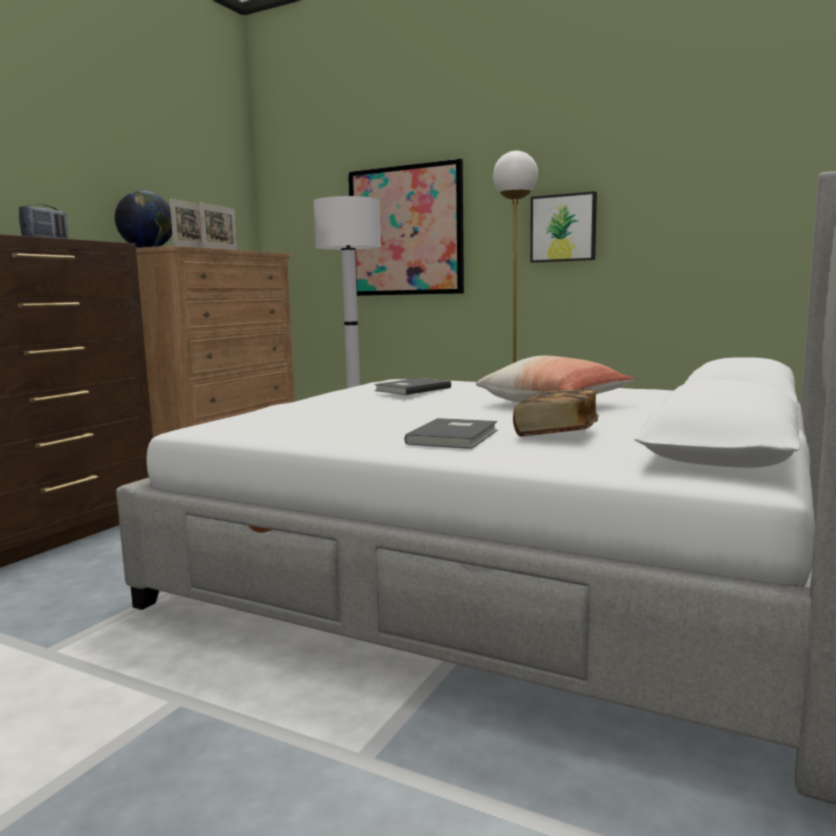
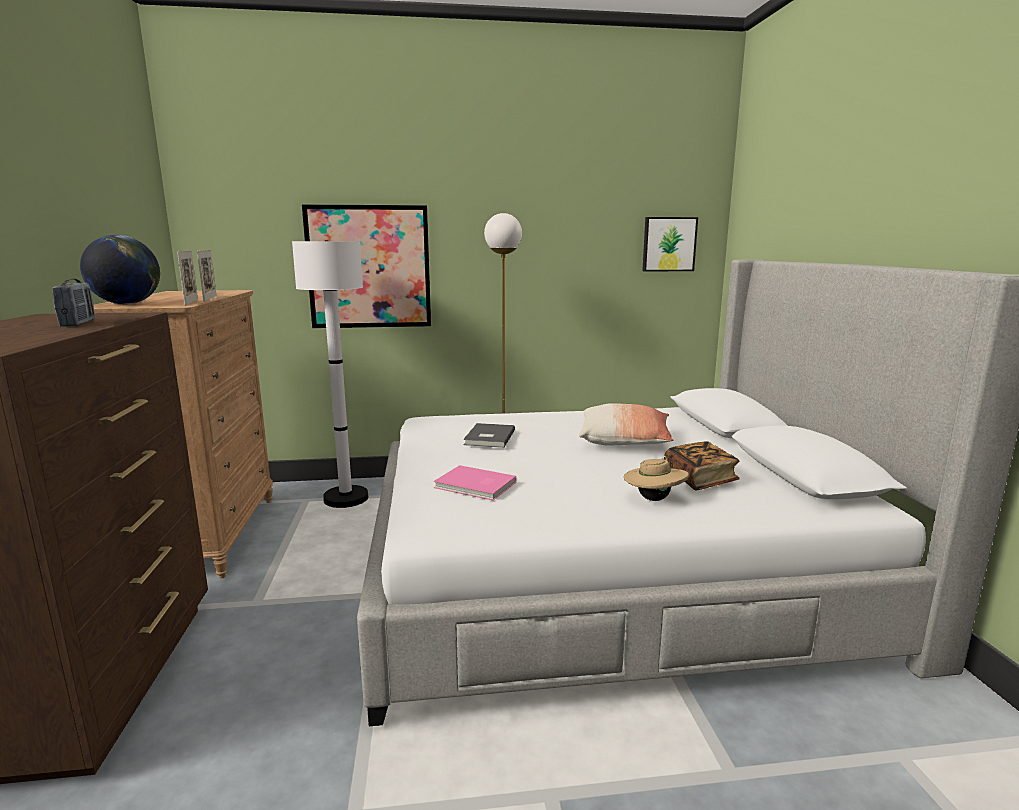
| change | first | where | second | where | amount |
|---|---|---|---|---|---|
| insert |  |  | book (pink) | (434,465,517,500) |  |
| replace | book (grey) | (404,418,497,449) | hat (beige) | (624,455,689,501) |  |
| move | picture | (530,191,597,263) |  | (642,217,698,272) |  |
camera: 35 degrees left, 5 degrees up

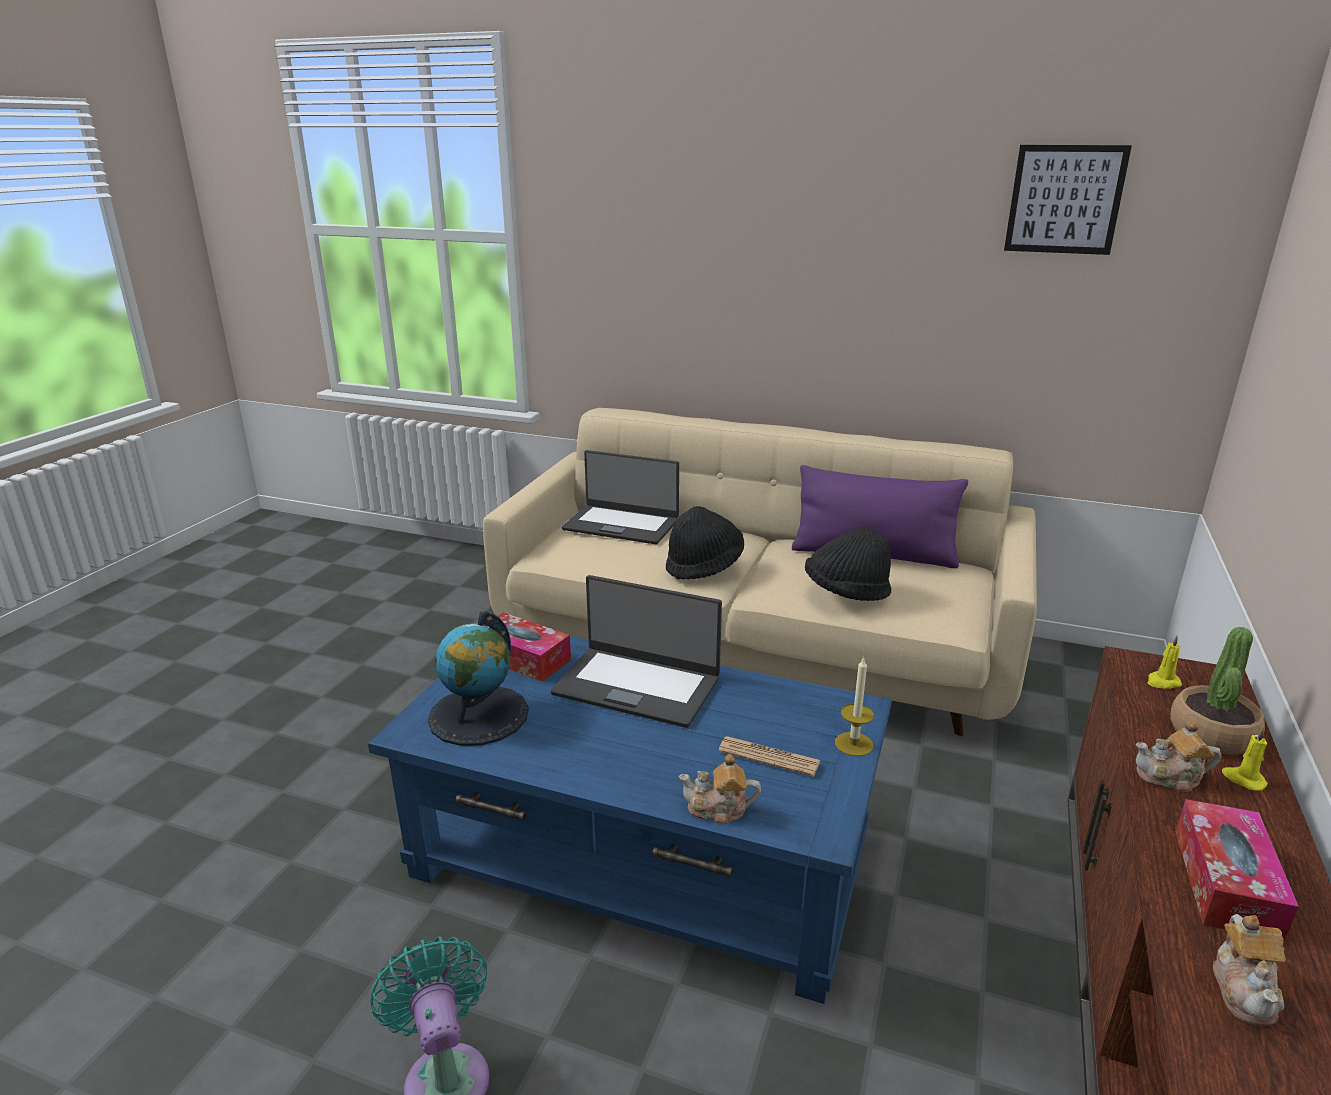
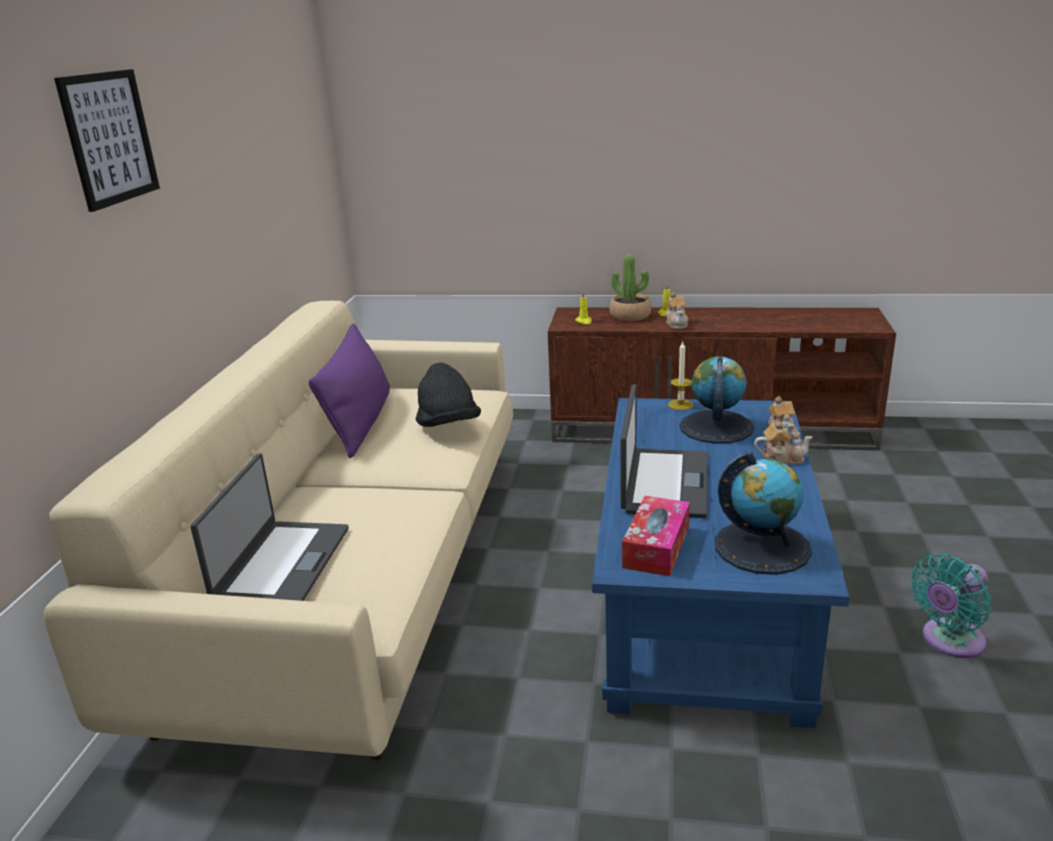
| change | first | where | second | where | amount |
|---|---|---|---|---|---|
| move | picture | (1004,145,1132,255) |  | (54,69,160,212) |  |
| replace | newspaper | (718,736,821,777) | globe | (679,356,754,444) |  |
| move | teapot | (1213,914,1286,1026) |  | (754,421,813,465) |  |
| delete | hat (black) | (666,506,744,579) |  |  |  |
| delete | tissue box | (1176,799,1299,942) |  |  |  |
camera: 100 degrees left, 0 degrees up

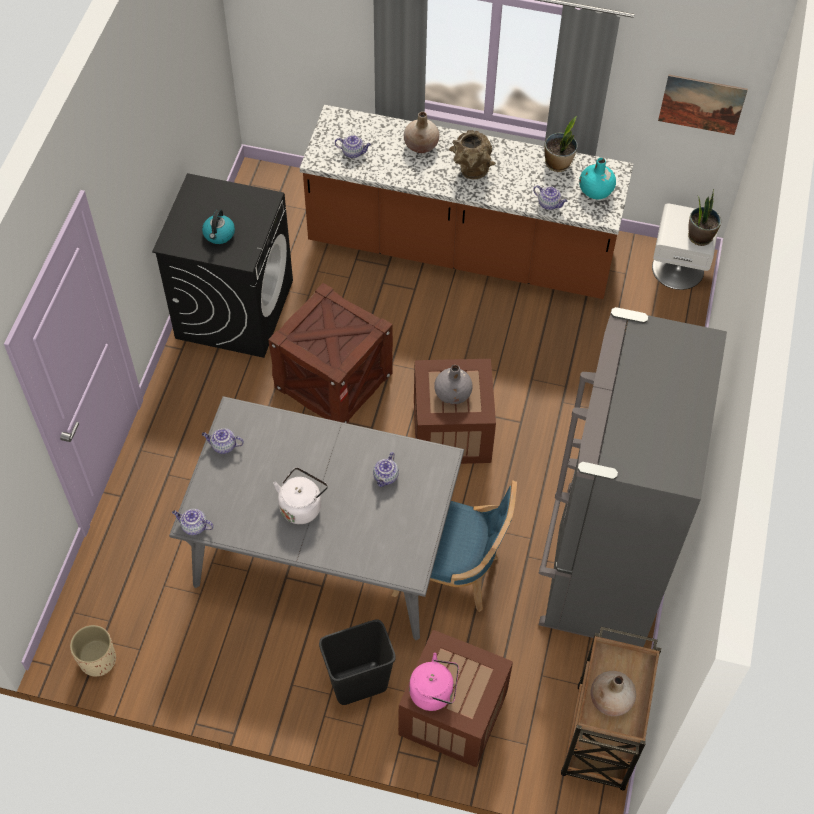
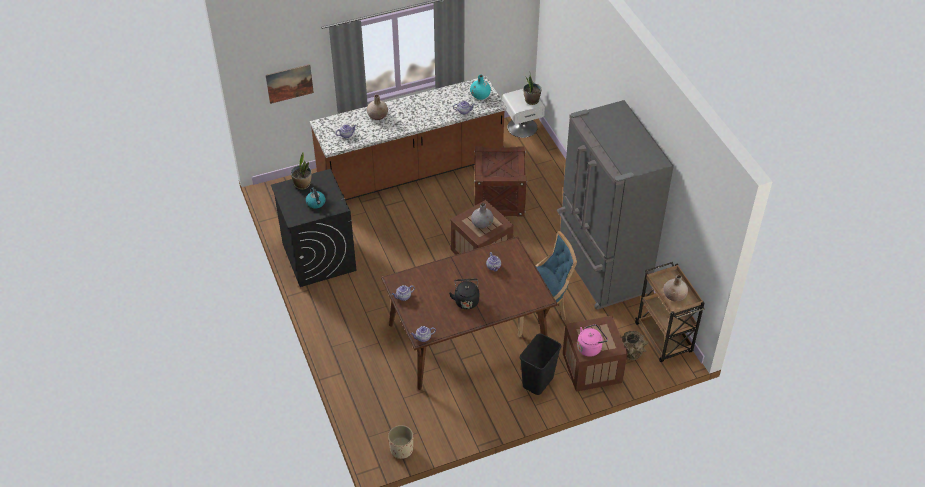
| change | first | where | second | where | amount |
|---|---|---|---|---|---|
| move | picture | (658,75,748,135) |  | (266,64,314,104) |  |
| move | potted plant | (544,116,577,172) |  | (291,152,312,190) |  |
| recolor | dining table (grey) | (169,396,464,640) | dining table (brown) | (381,237,557,390) |  |
| recolor | kettle (white) | (273,467,328,524) | kettle (black) | (449,279,479,309) |  |
| move | crate | (268,283,393,424) |  | (474,146,527,217) |  |
| move | vase (brown) | (449,130,496,179) |  | (622,331,648,360) |  |
camera: 35 degrees left, 10 degrees down

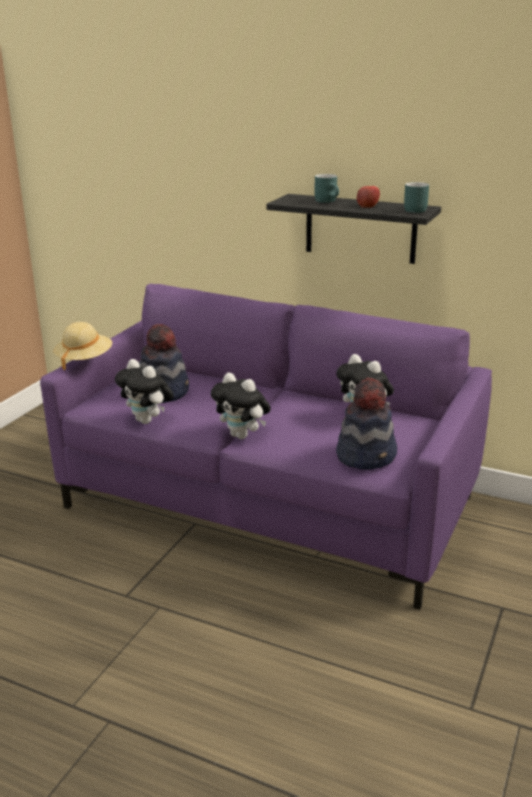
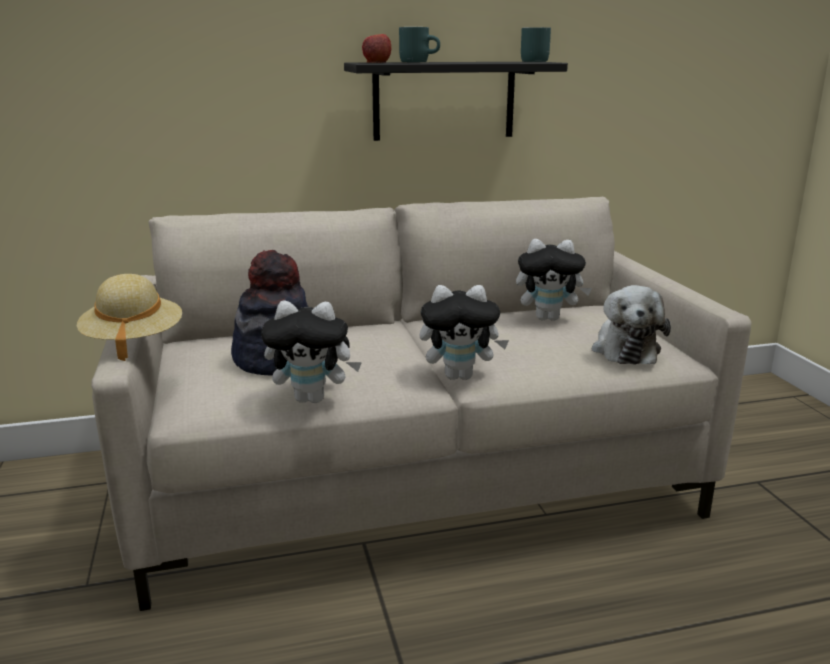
| change | first | where | second | where | amount |
|---|---|---|---|---|---|
| recolor | sofa (purple) | (40,284,492,610) | sofa (beige) | (91,197,752,611) |  |
| move | apple | (357,186,380,208) |  | (362,34,391,63) |  |
| replace | hat | (336,378,397,470) | plush toy | (592,285,671,365) |  |
camera: 40 degrees left, 5 degrees down

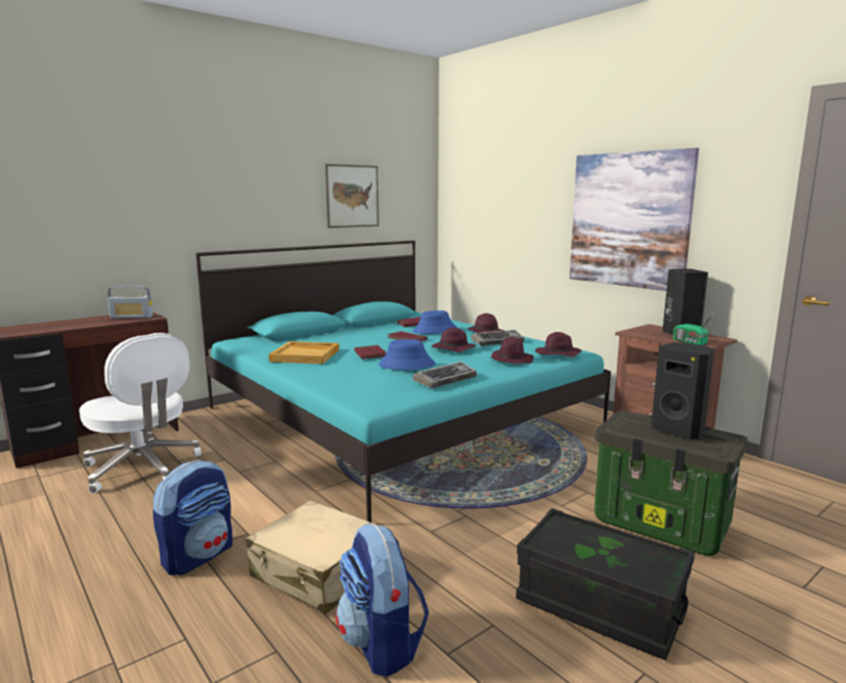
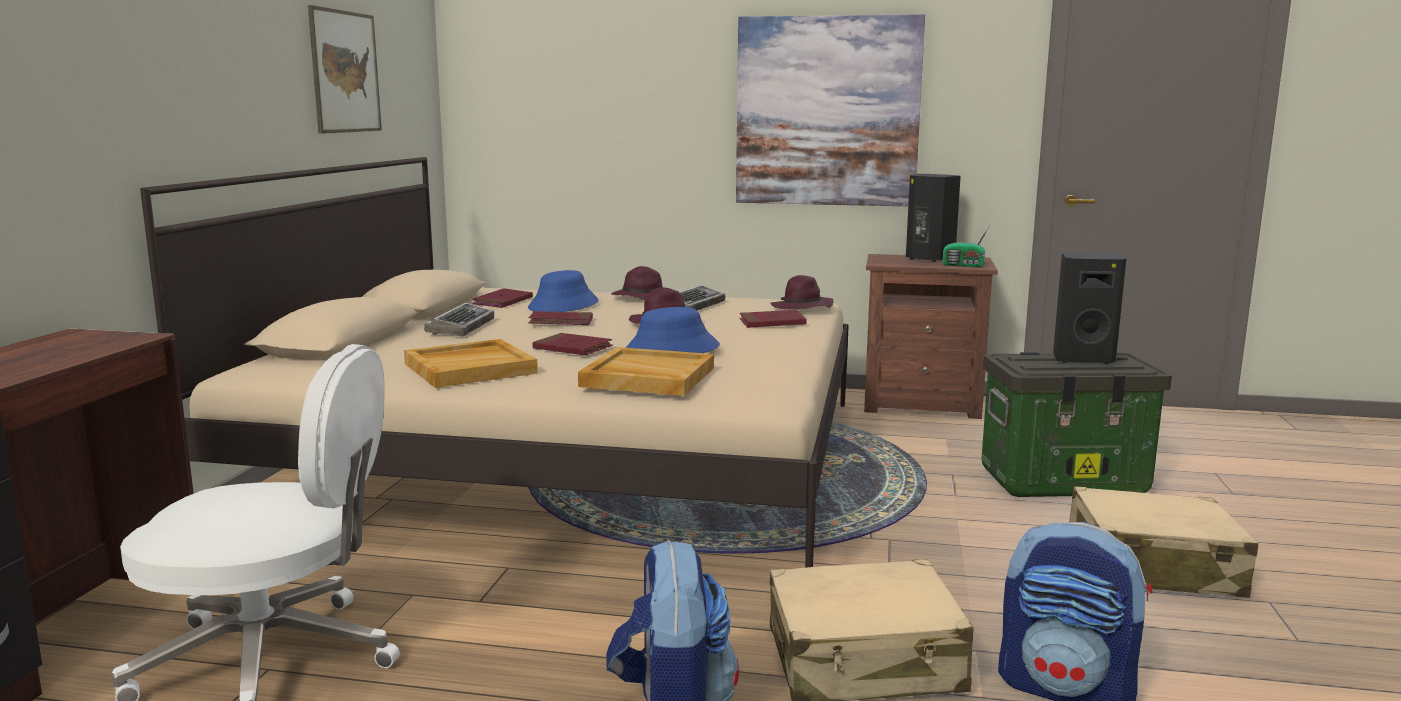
| change | first | where | second | where | amount |
|---|---|---|---|---|---|
| recolor | bed (turquoise) | (196,240,611,523) | bed (beige) | (140,157,849,568) |  |
| move | keyboard | (413,361,477,389) |  | (424,303,494,337) |  |
| insert |  |  | tray (beige) | (578,347,714,396) |  |
| replace | hat (purple) | (490,337,534,364) | book (red) | (740,310,807,328) |  |
| replace | storage box (black) | (516,508,695,660) | suitcase (beige) | (1069,486,1259,597) |  |
| delete | radio | (108,287,153,318) |  |  |  |
camera: 40 degrees left, 0 degrees up

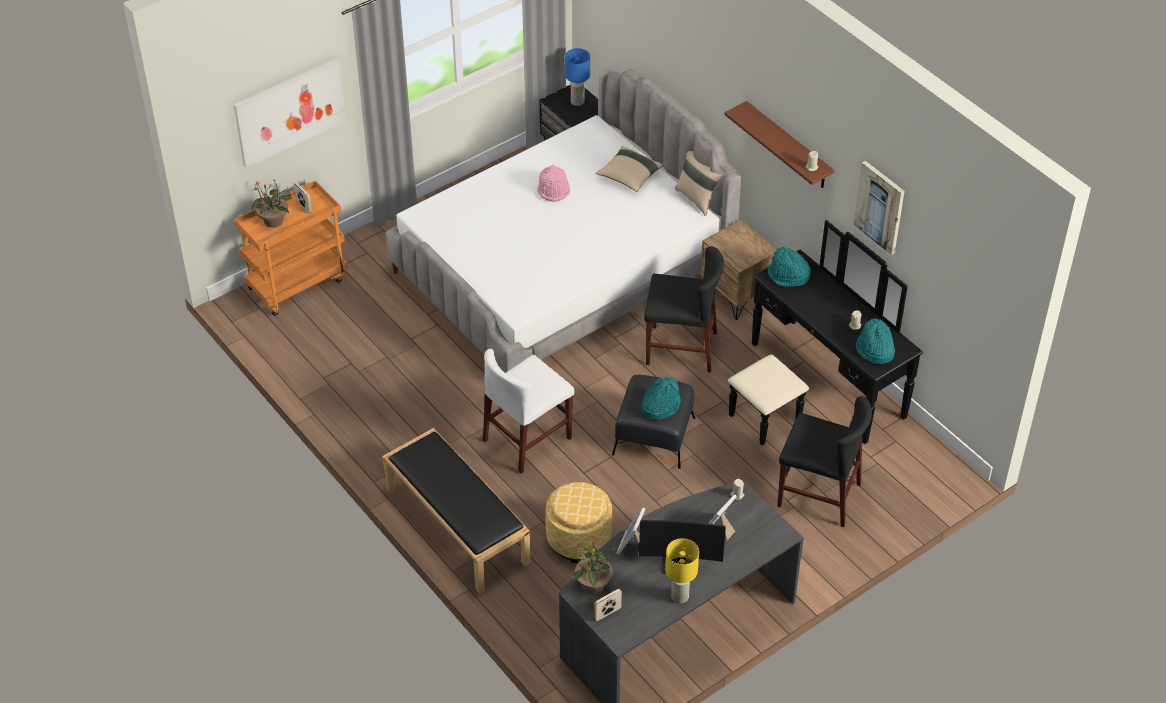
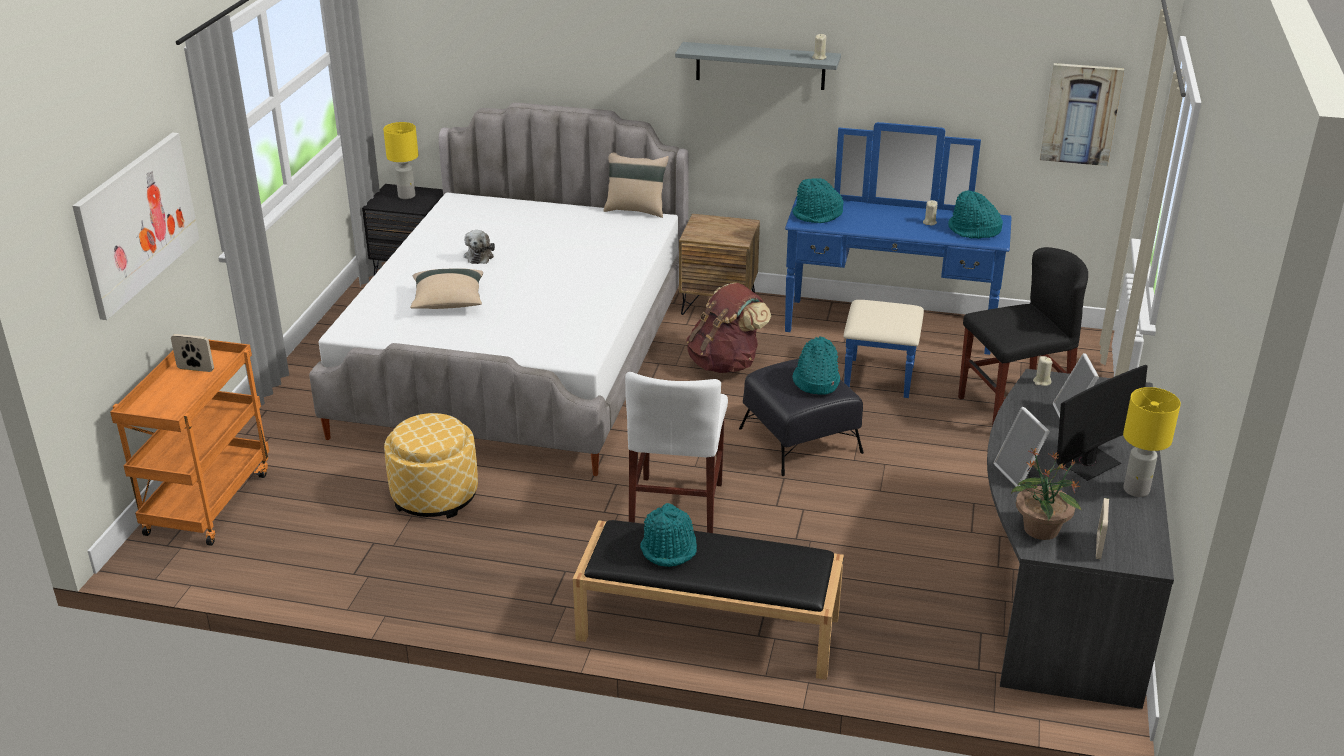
| change | first | where | second | where | amount |
|---|---|---|---|---|---|
| recolor | table lamp (blue) | (565,48,590,106) | table lamp (yellow) | (383,122,418,199) |  |
| move | ottoman | (545,482,612,563) |  | (384,413,478,519) |  |
| move | pillow (beige) | (596,146,664,192) |  | (410,268,483,309) |  |
| replace | hat (pink) | (537,165,570,201) | plush toy | (464,230,495,264) |  |
| insert |  |  | hat (turquoise) | (640,503,697,567) |  |
| recolor | shelf (brown) | (724,101,834,188) | shelf (grey) | (675,42,841,90) |  |
| replace | chair (black) | (644,246,724,373) | backpack (brown) | (686,283,771,373) |  |
| recolor | dresser (black) | (728,220,923,446) | dresser (blue) | (785,122,1012,398) |  |
| move | picture | (853,161,905,255) |  | (1040,63,1124,166) |  |
| delete | potted plant | (251,179,292,228) |  |  |  |
camera: 40 degrees left, 15 degrees down

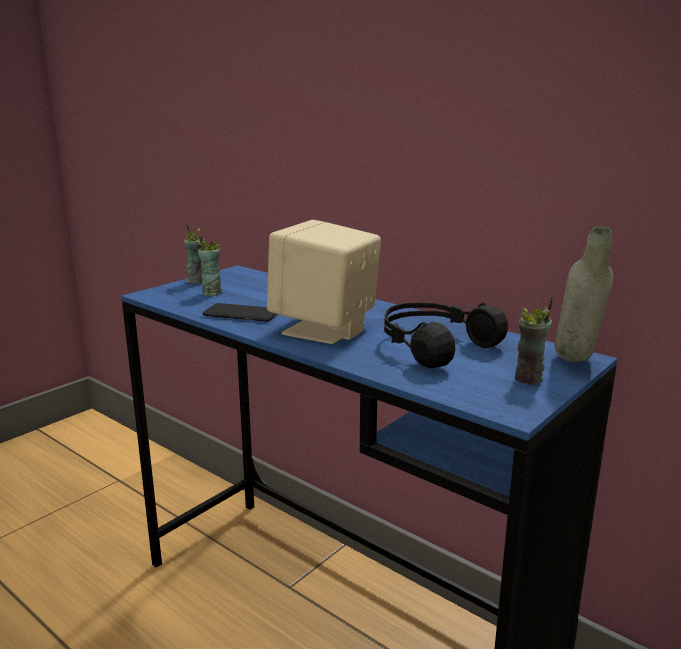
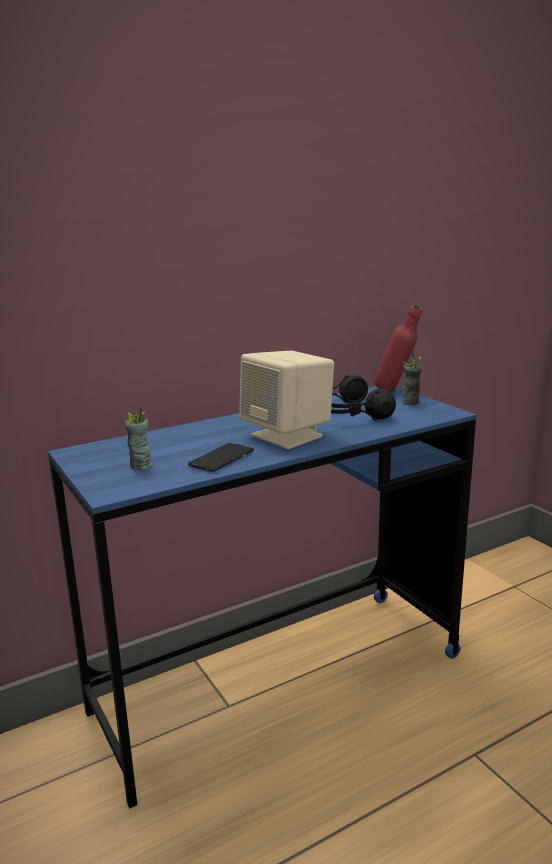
| change | first | where | second | where | amount |
|---|---|---|---|---|---|
| recolor | bottle (grey) | (555,226,614,363) | bottle (red) | (374,304,422,392) |  |
| delete | cup | (184,223,205,284) |  |  |  |
camera: 70 degrees left, 0 degrees up

